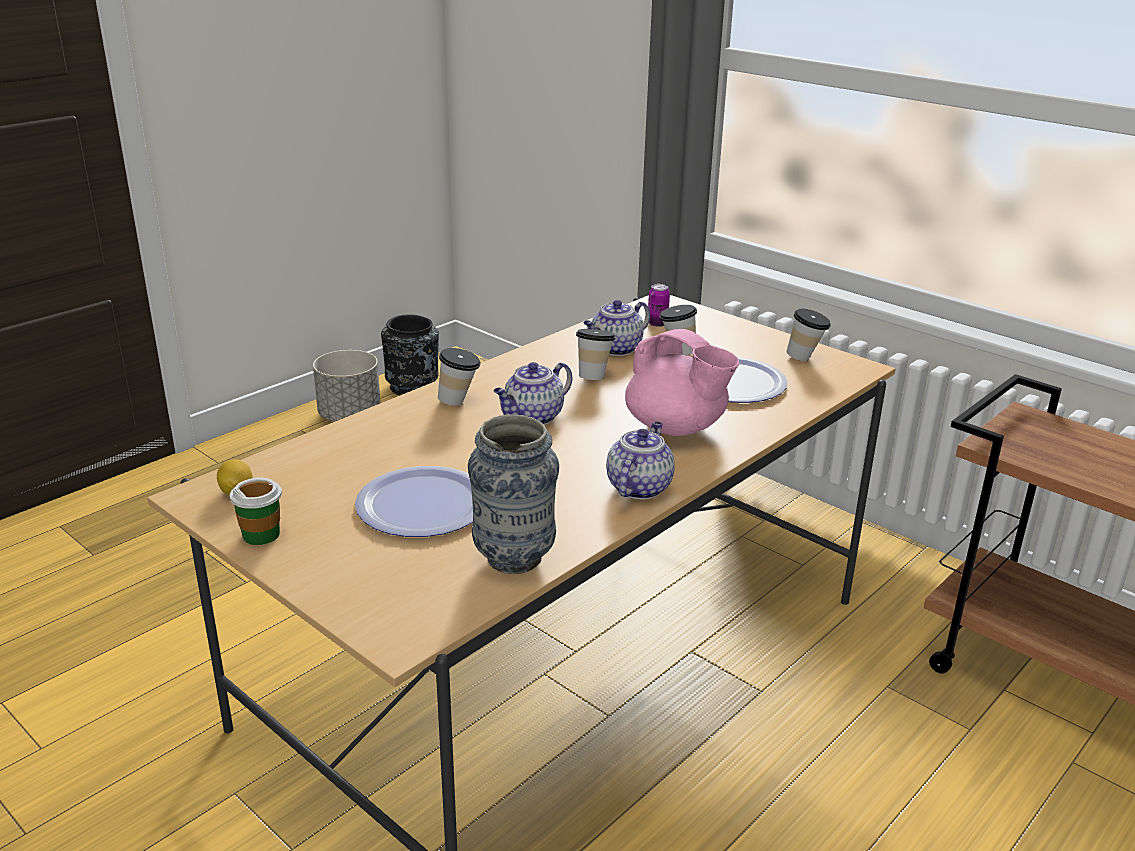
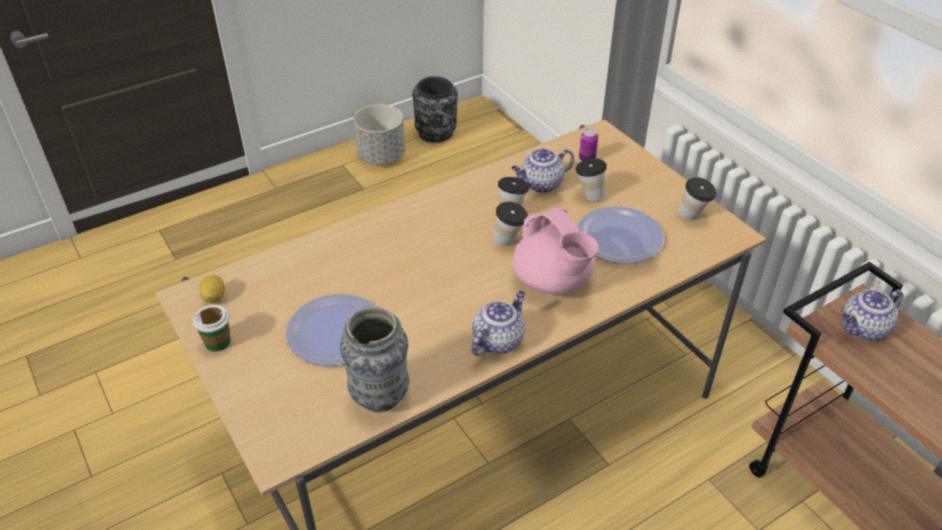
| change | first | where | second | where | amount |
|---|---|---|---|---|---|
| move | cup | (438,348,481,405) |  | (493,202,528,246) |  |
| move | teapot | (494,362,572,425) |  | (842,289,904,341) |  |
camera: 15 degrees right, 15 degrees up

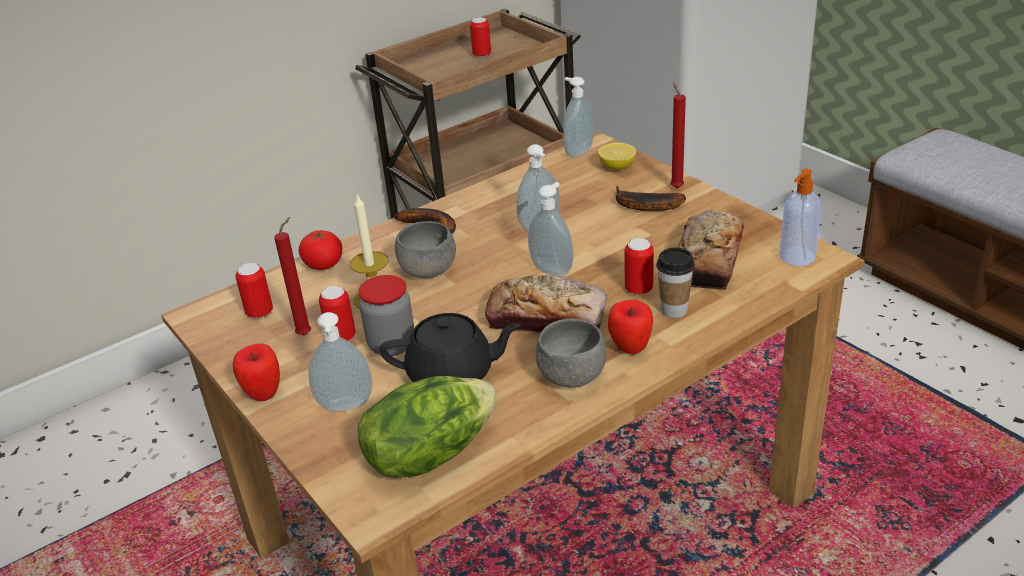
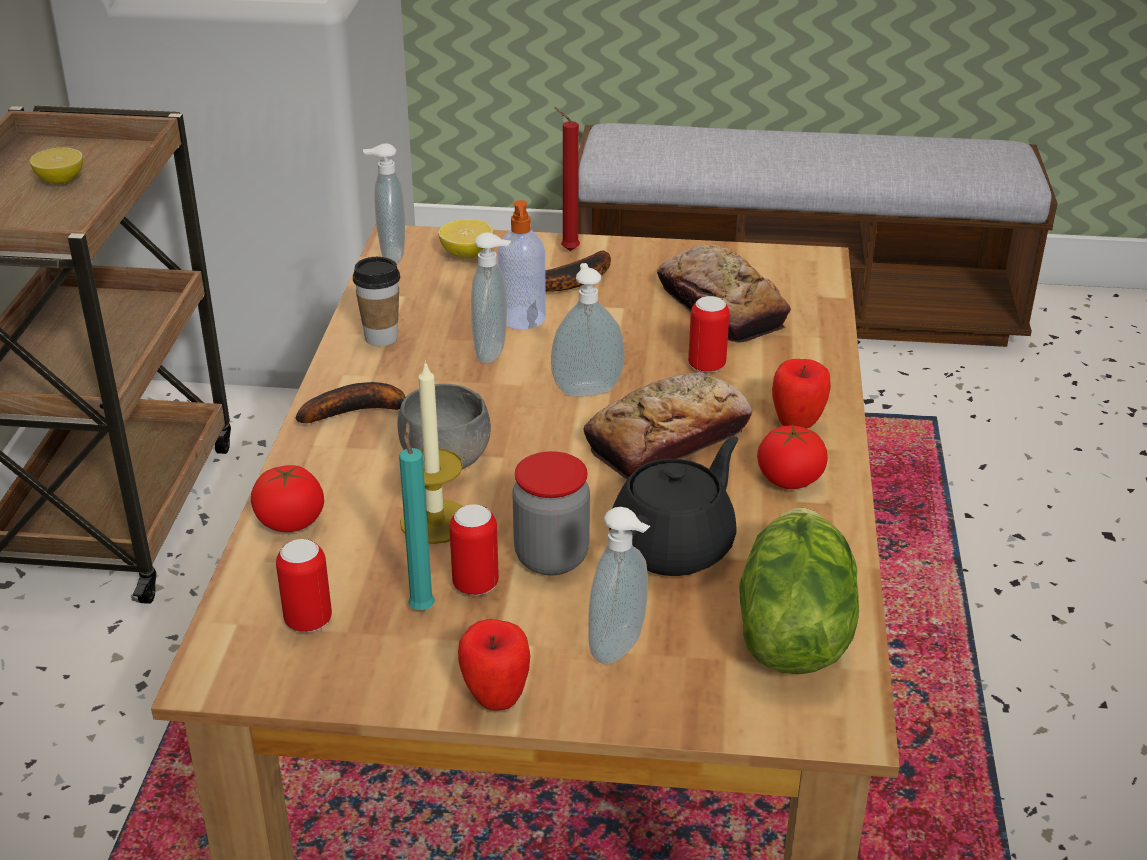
| change | first | where | second | where | amount |
|---|---|---|---|---|---|
| replace | can | (470,17,491,57) | lemon | (30,147,83,184) |  |
| move | cup | (656,248,695,318) |  | (353,257,400,346) |  |
| recolor | candle (red) | (274,217,311,336) | candle (turquoise) | (399,422,435,610) |  |
| move | soap dispenser | (779,169,822,266) |  | (498,200,546,329) |  |
| replace | bowl (grey) | (535,319,607,388) | tomato | (757,424,828,489) |  |
camera: 50 degrees left, 0 degrees up

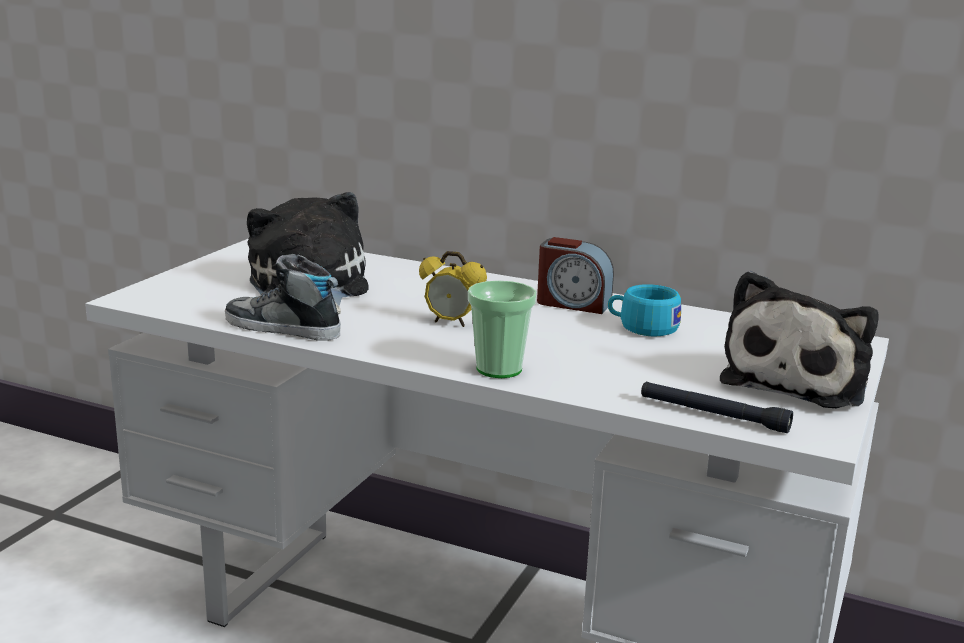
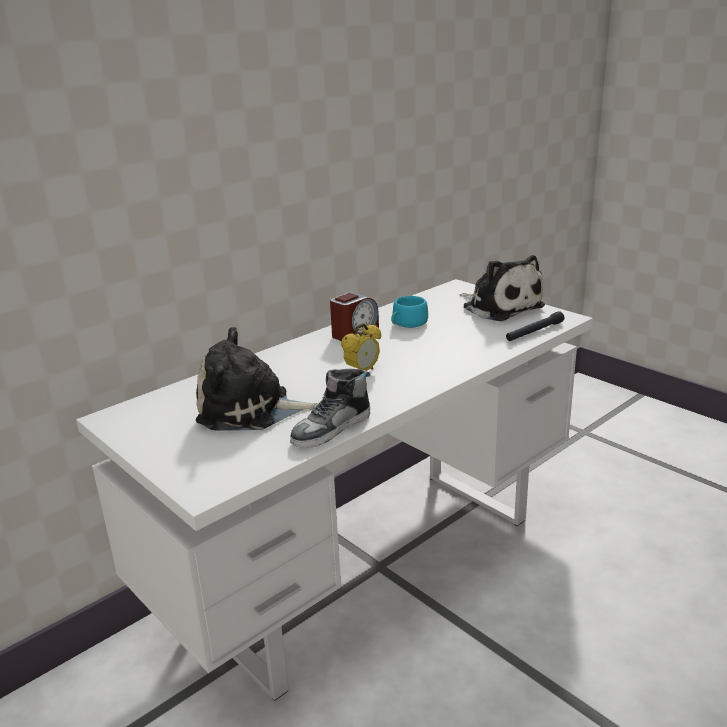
| change | first | where | second | where | amount |
|---|---|---|---|---|---|
| delete | cup | (468,280,537,378) |  |  |  |
camera: 65 degrees left, 5 degrees up

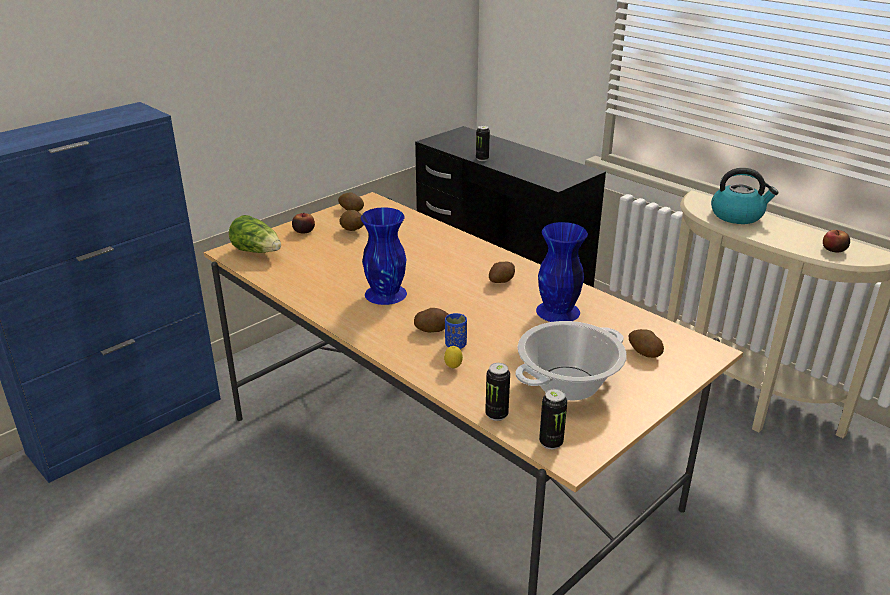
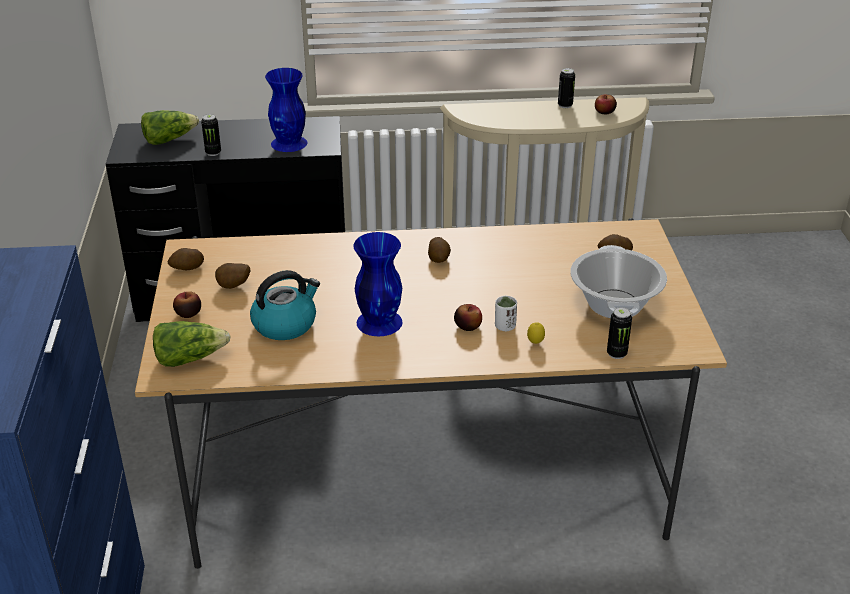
| change | first | where | second | where | amount |
|---|---|---|---|---|---|
| insert |  |  | lettuce | (141,110,199,145) |  |
| move | kettle | (711,168,779,224) |  | (250,270,320,340) |  |
| move | vase (blue) | (536,222,588,322) |  | (265,68,308,152) |  |
| replace | potato | (414,308,449,332) | apple | (454,304,482,331) |  |
| recolor | cup (blue) | (445,313,467,349) | cup (white) | (495,296,517,331) |  |
| move | can | (539,389,567,449) |  | (558,68,575,108) |  |
camera: 50 degrees left, 5 degrees up

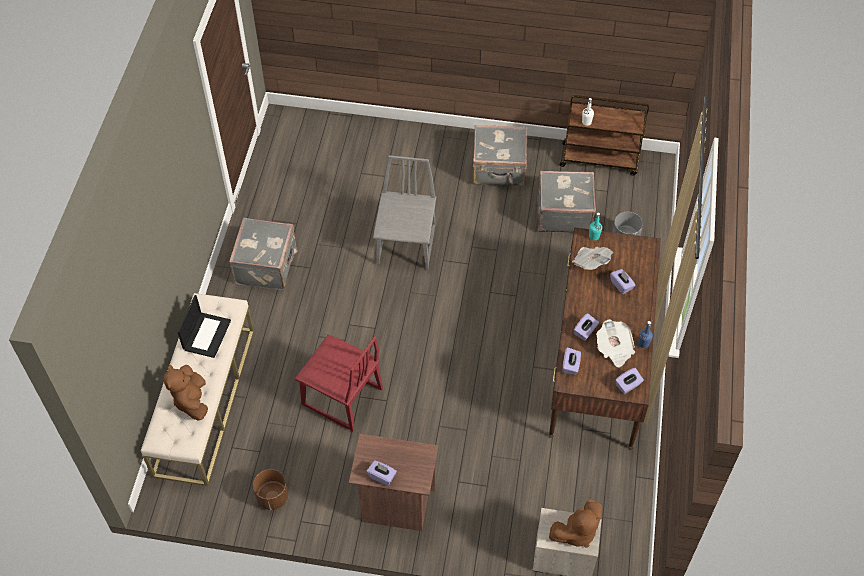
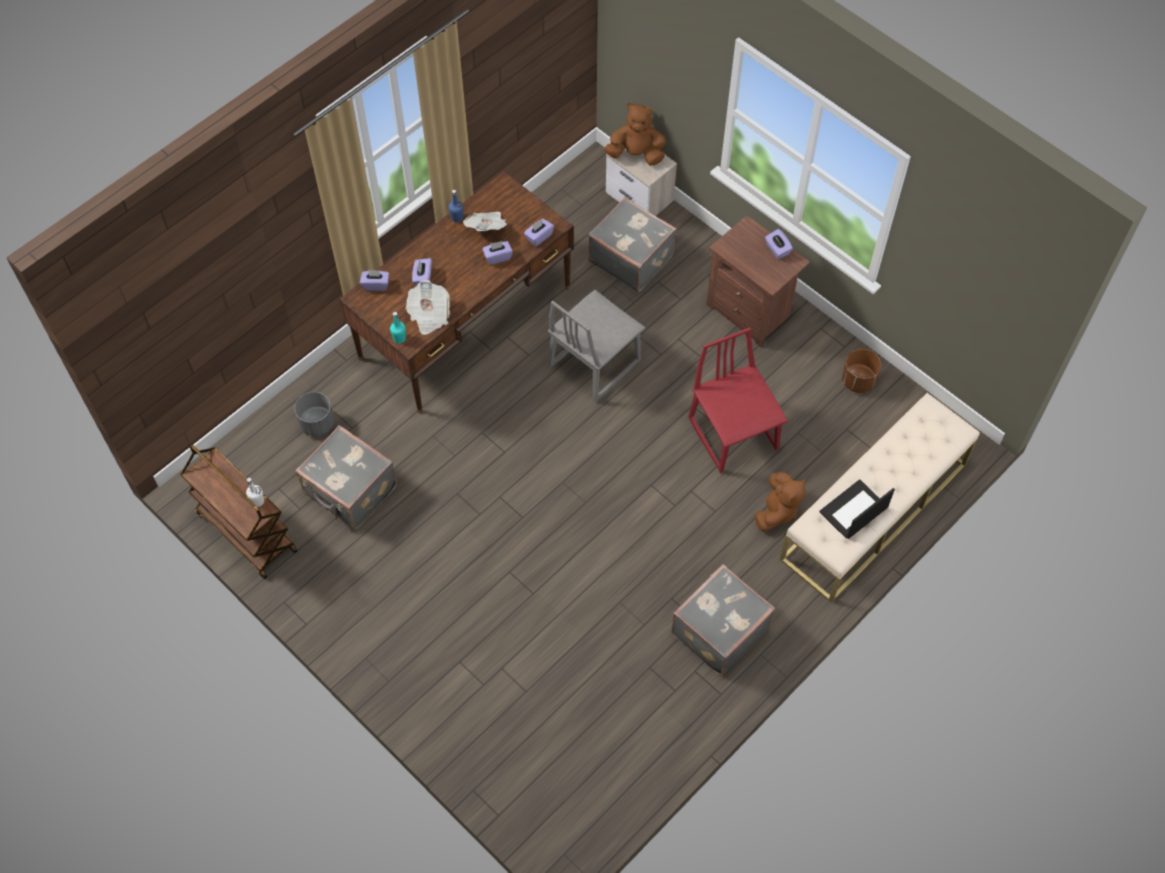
| change | first | where | second | where | amount |
|---|---|---|---|---|---|
| move | tissue box (purple) | (615,368,644,394) |  | (360,270,389,291) |  |
| move | chair (grey) | (373,155,436,270) |  | (548,290,646,402) |  |
| move | suitcase (grey) | (473,125,527,186) |  | (588,197,677,292) |  |
| move | plush toy (brown) | (164,365,208,421) |  | (755,472,806,531) |  |
camera: 145 degrees left, 5 degrees up

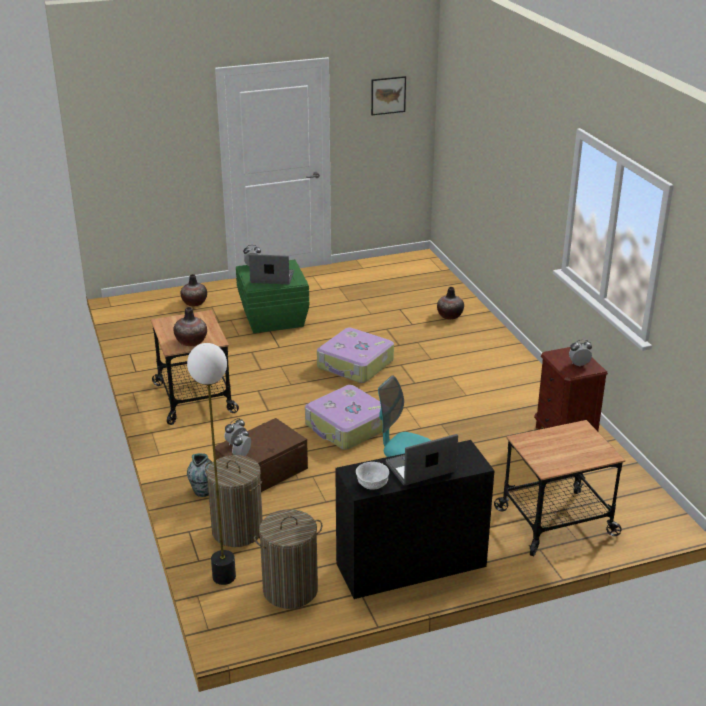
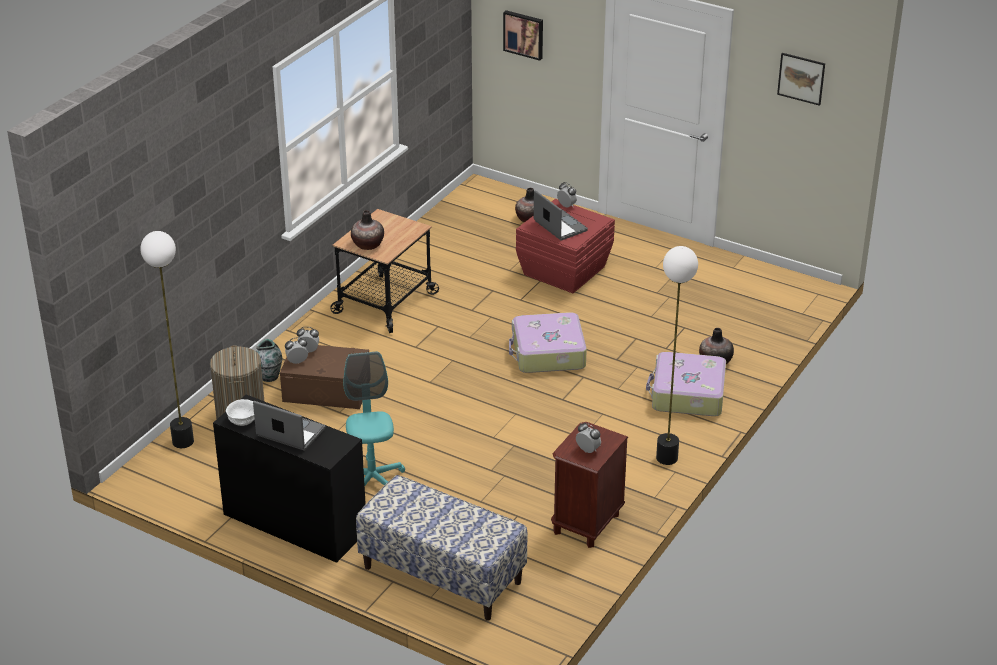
| change | first | where | second | where | amount |
|---|---|---|---|---|---|
| replace | cart | (494,420,625,556) | bench | (356,475,528,620) |  |
| insert |  |  | picture | (503,10,543,61) |  |
| recolor | storage box (green) | (236,260,309,333) | storage box (red) | (516,199,615,293) |  |
| move | suitcase | (305,385,383,450) |  | (646,352,726,416) |  |
| insert |  |  | floor lamp | (656,246,698,465) |  |
| delete | laundry basket | (254,509,322,609) |  |  |  |
camera: 50 degrees right, 5 degrees up

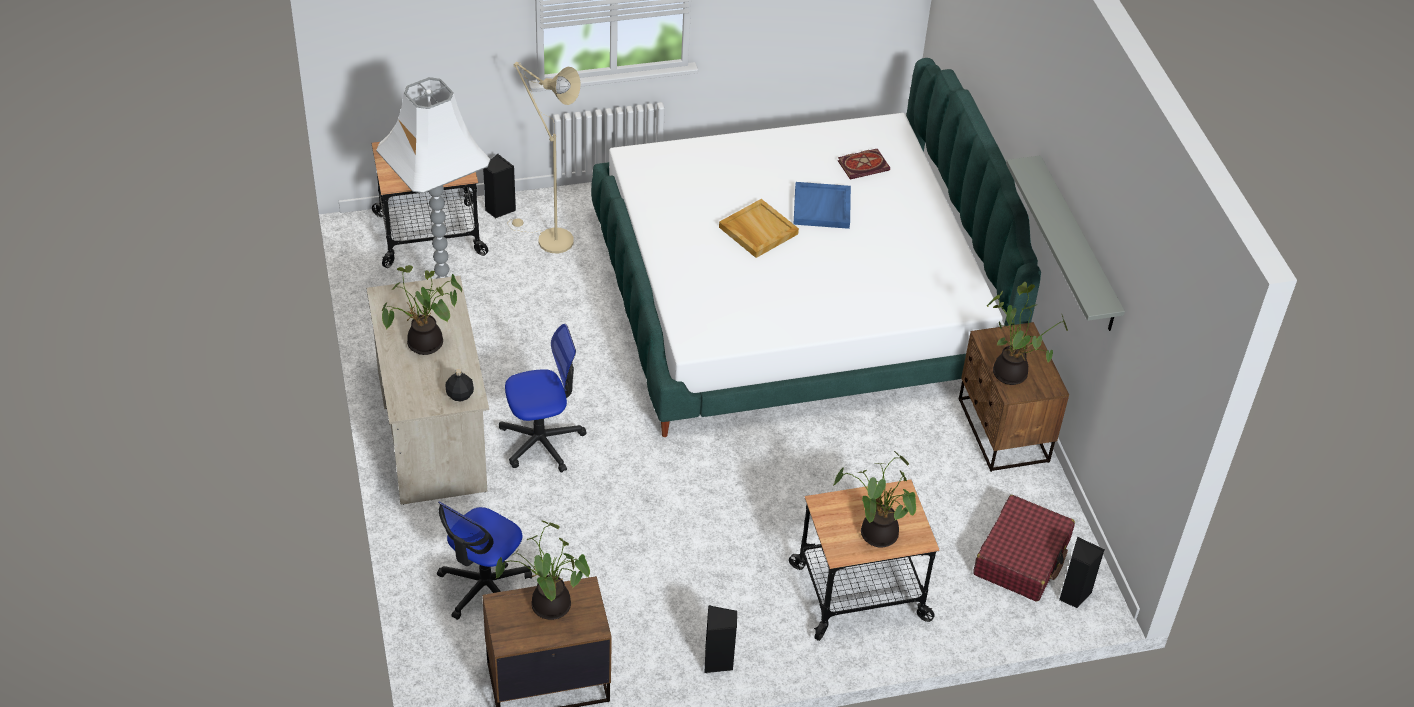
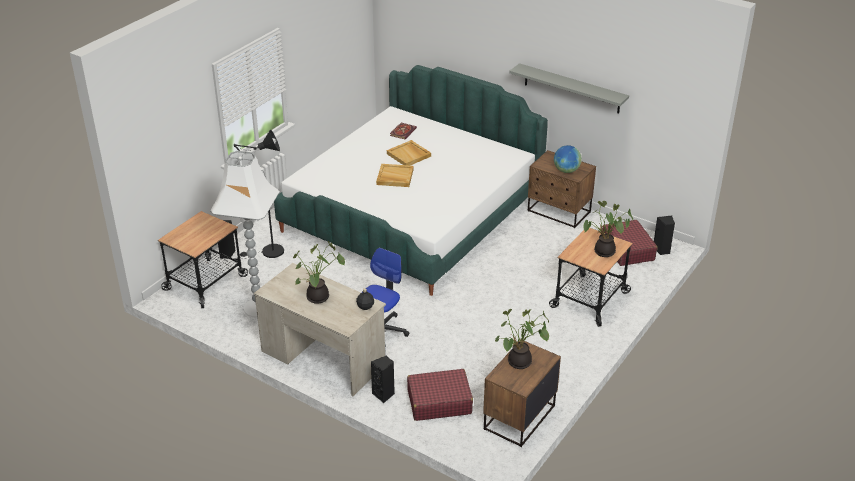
| change | first | where | second | where | amount |
|---|---|---|---|---|---|
| recolor | floor lamp (beige) | (507,62,581,253) | floor lamp (black) | (234,130,284,259) |  |
| move | speaker (black) | (704,605,737,673) |  | (371,356,395,403) |  |
| recolor | tray (blue) | (794,182,851,229) | tray (beige) | (387,140,431,165) |  |
| replace | office chair | (437,502,532,620) | suitcase (red) | (407,369,473,421) |  |
| replace | potted plant | (987,282,1068,385) | globe | (554,145,582,173) |  |
camera: 40 degrees left, 10 degrees down

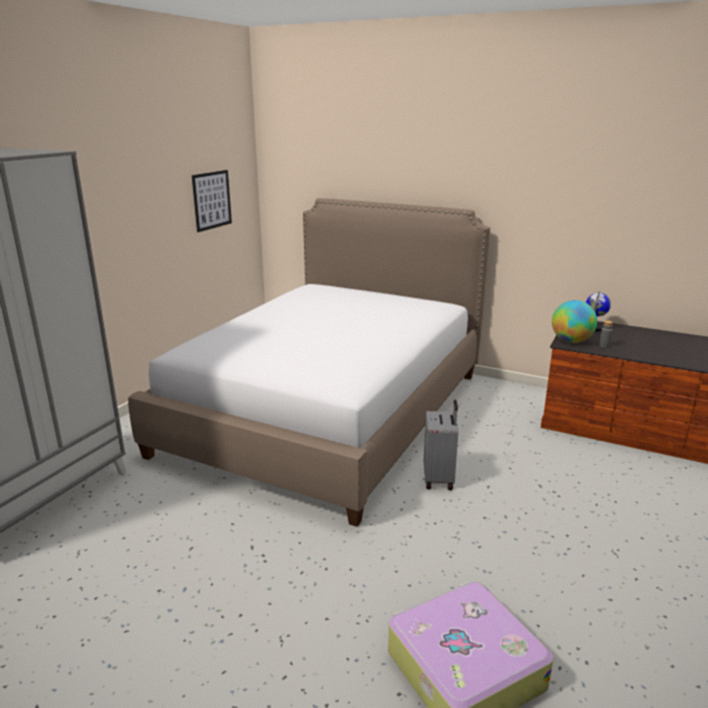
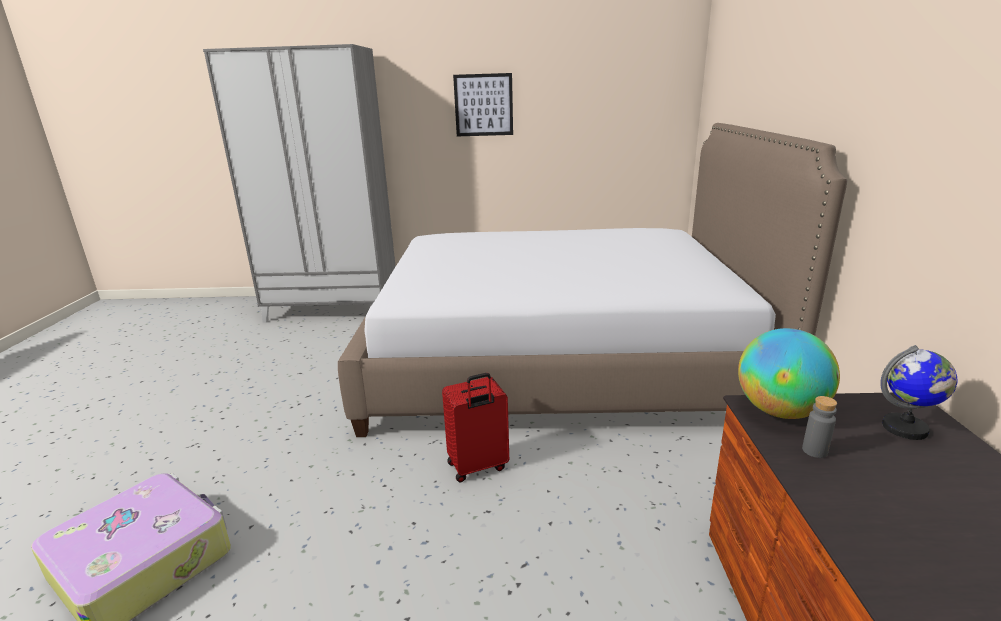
| change | first | where | second | where | amount |
|---|---|---|---|---|---|
| recolor | suitcase (grey) | (424,400,458,490) | suitcase (red) | (442,373,509,482) |  |
| move | picture | (192,170,232,232) |  | (453,73,513,136) |  |
camera: 65 degrees right, 0 degrees up

